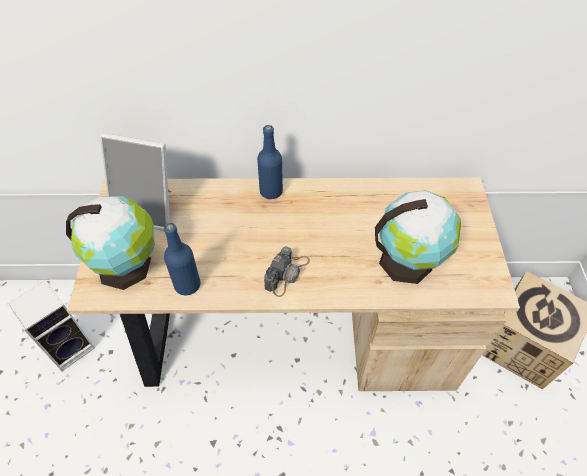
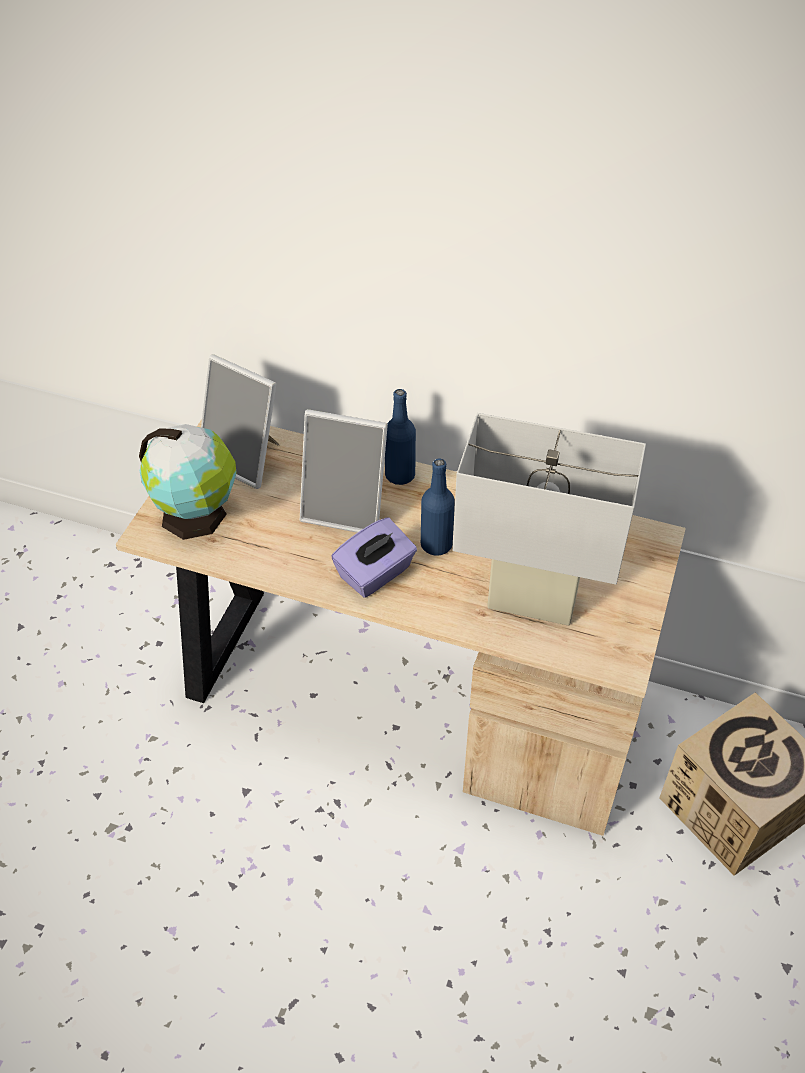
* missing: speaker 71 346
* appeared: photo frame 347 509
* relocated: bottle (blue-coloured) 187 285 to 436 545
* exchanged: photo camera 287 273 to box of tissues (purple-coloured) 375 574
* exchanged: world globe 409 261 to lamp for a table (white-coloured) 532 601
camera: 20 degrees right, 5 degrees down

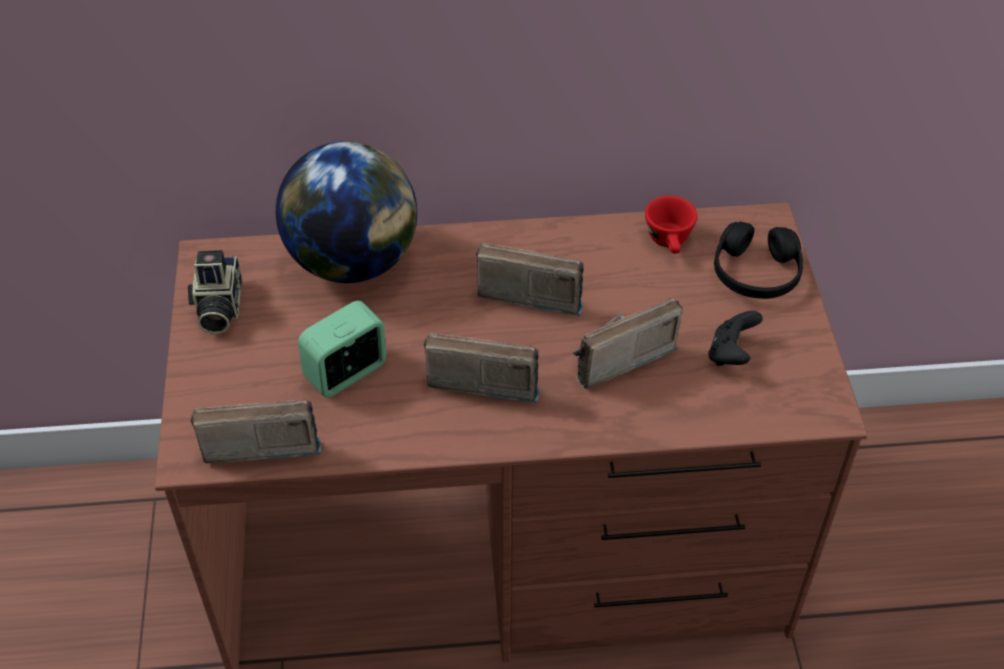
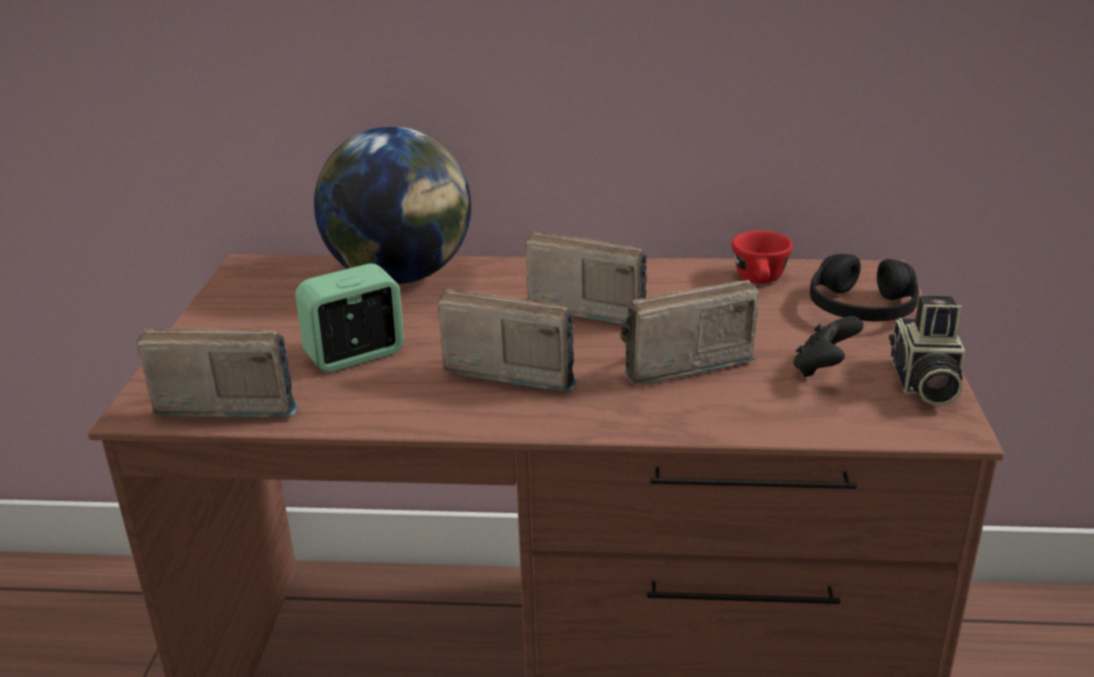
* relocated: photo camera 217 308 to 922 383
camera: 10 degrees right, 20 degrees down

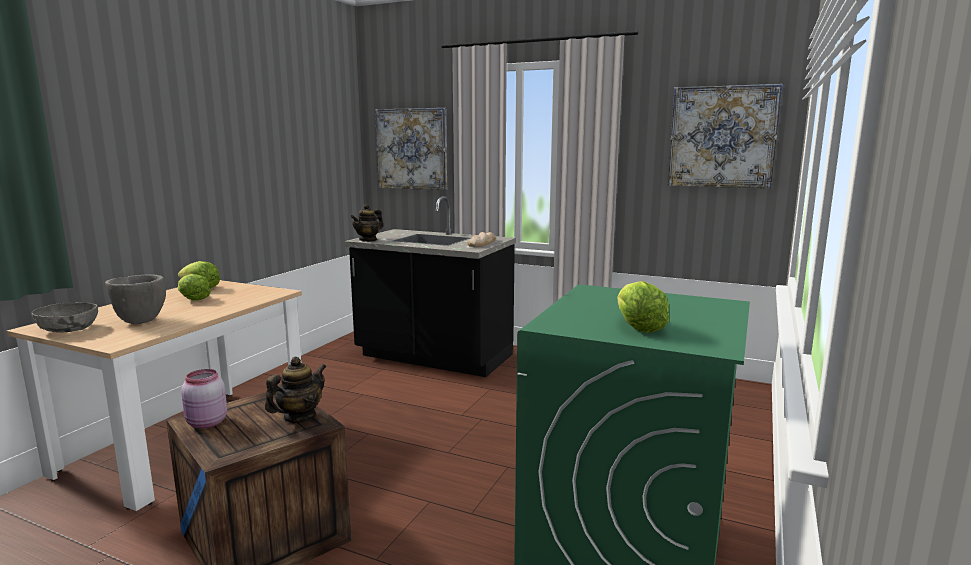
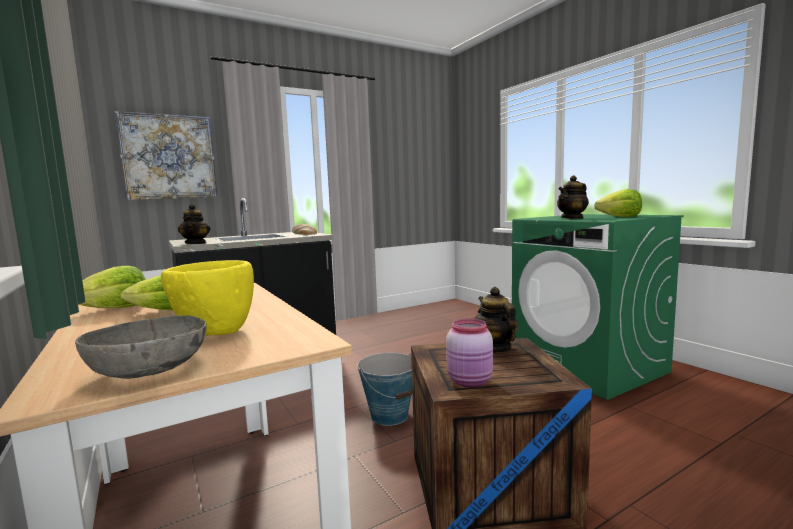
* missing: wall picture 722 137
* appeared: water bucket 389 415
* appeared: teapot 572 218
* colour: deep dish (grey) 140 320 to deep dish (yellow) 214 332
camera: 55 degrees left, 5 degrees down

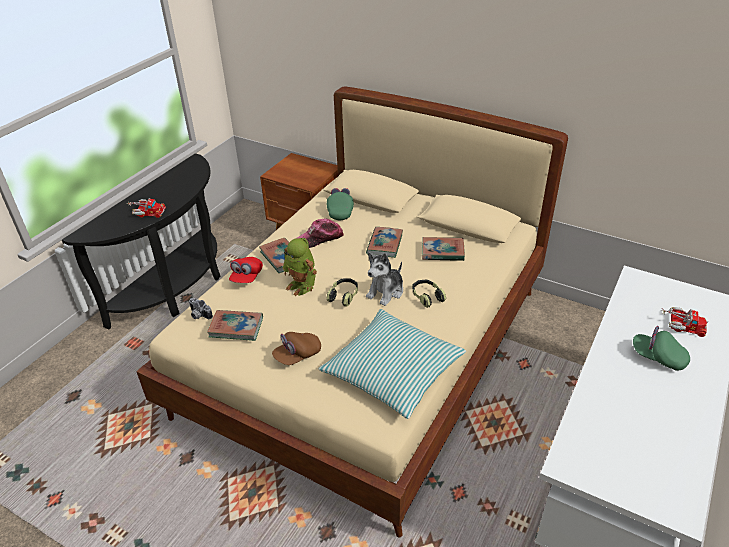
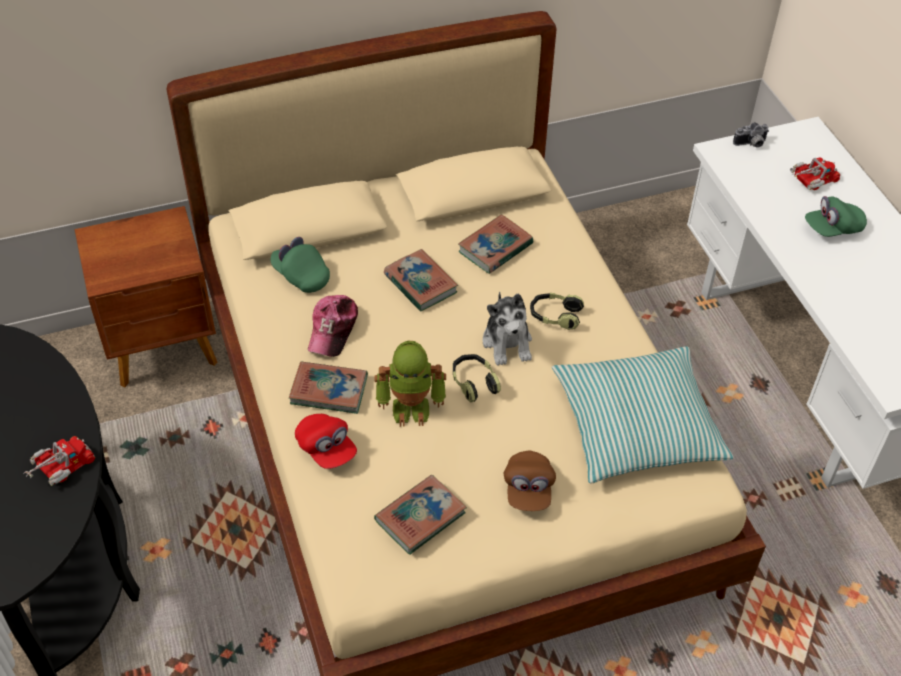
* relocated: photo camera 198 315 to 751 144
camera: 50 degrees left, 10 degrees up

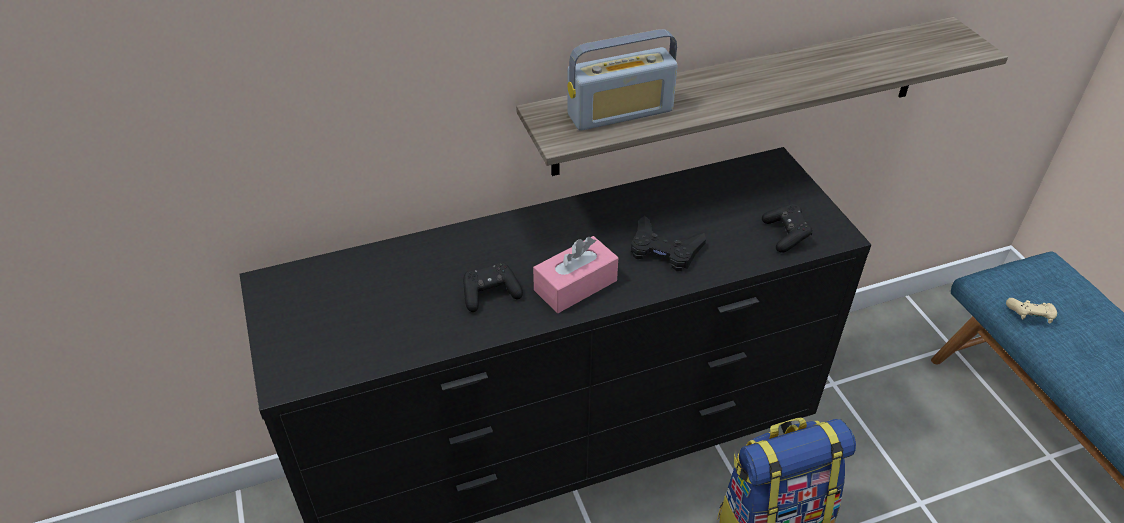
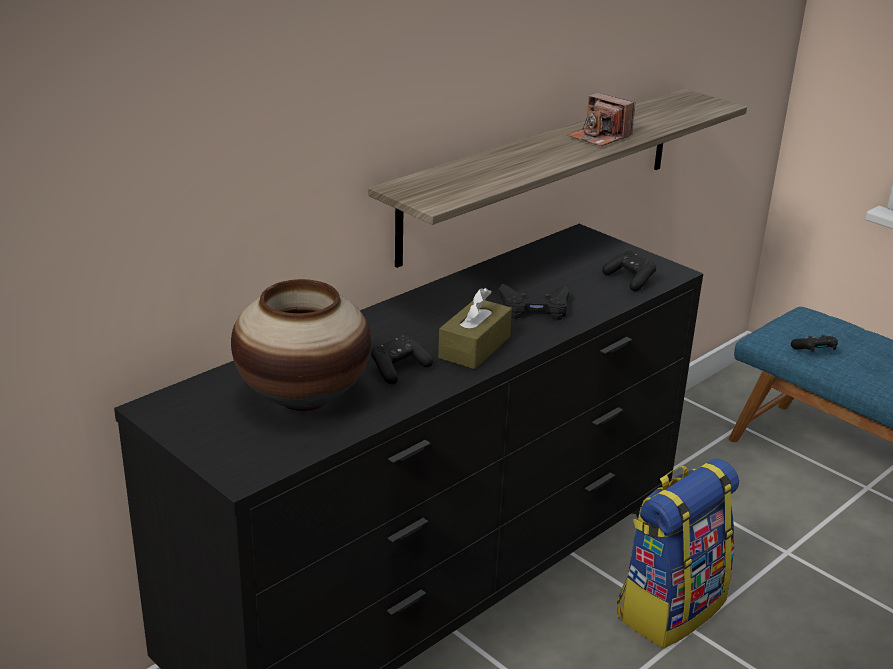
* missing: radio 620 113
* appeared: flower vase 302 398
* appeared: photo camera 599 137
* colour: box of tissues (pink) 575 285 to box of tissues (brown-coloured) 474 347
* colour: gamepad (beige) 1029 316 to gamepad (black) 814 351
camera: 25 degrees left, 15 degrees down

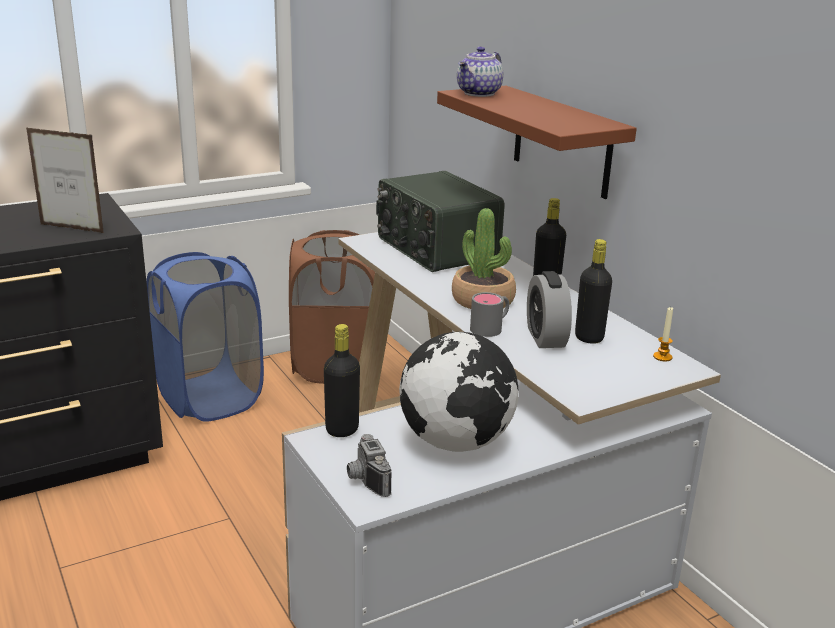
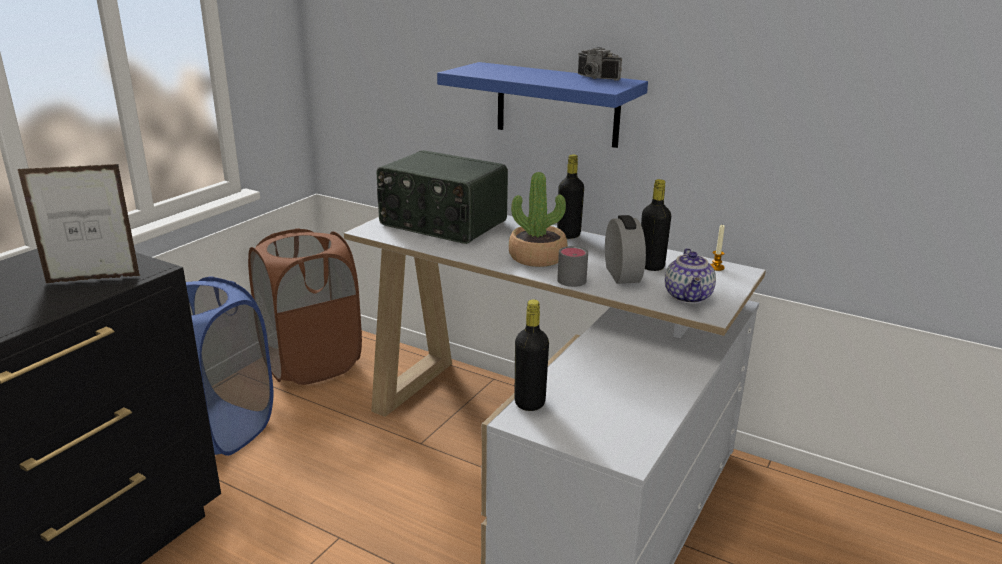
* missing: world globe 456 442
* relocated: photo camera 365 480 to 594 78
* relocated: teapot 479 94 to 689 297
* colour: wall shelf (brown-coloured) 562 141 to wall shelf (blue-coloured) 557 104
* spun: bedside clock 545 337 = 622 274 150 degrees counterclockwise
camera: 30 degrees left, 0 degrees up

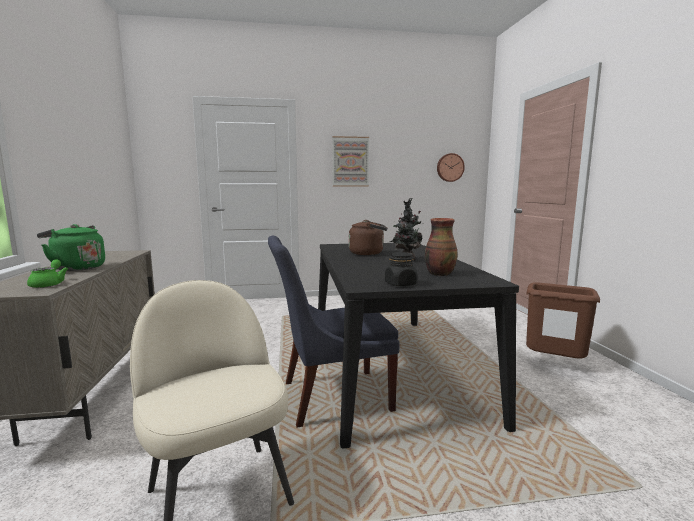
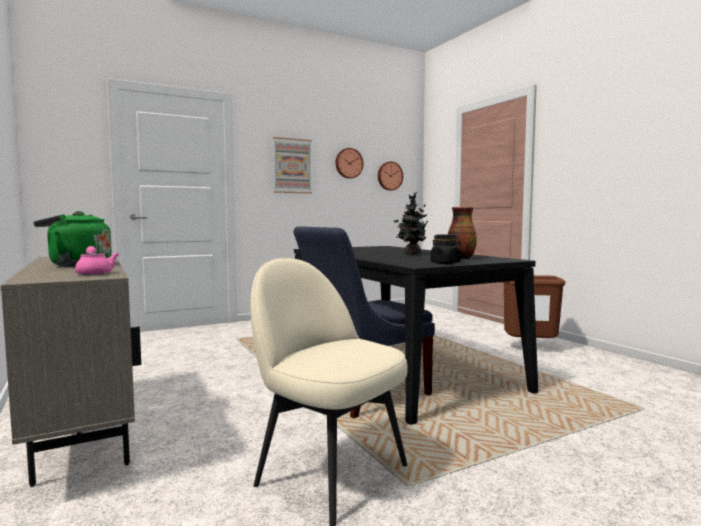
* missing: water kettle (brown-coloured) 368 253
* appeared: hanging clock 348 163
* colour: teapot (greenish) 49 284 to teapot (pink) 95 273
camera: 20 degrees left, 5 degrees down

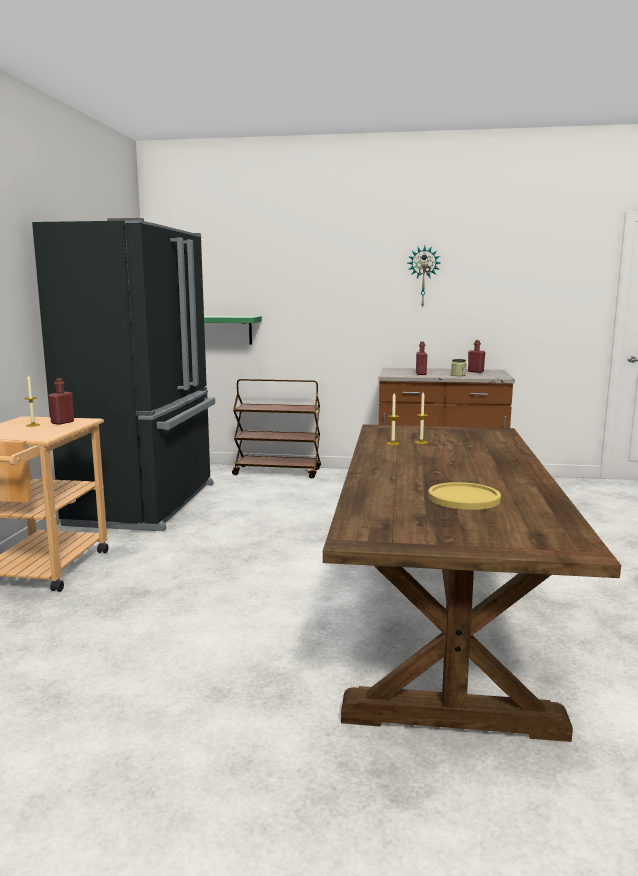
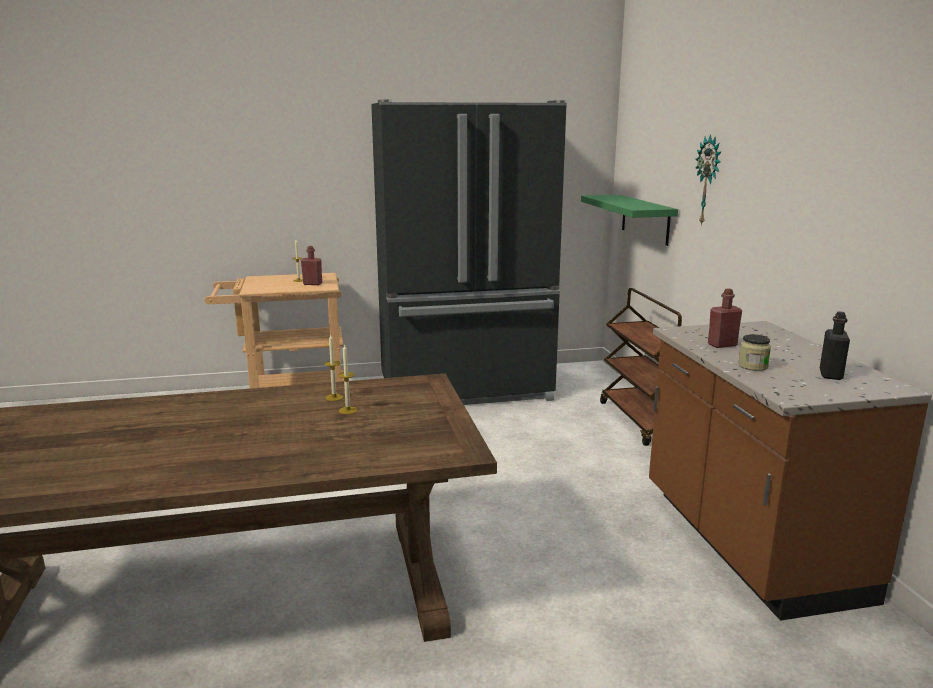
* missing: flat dish (yellow) 464 498
* relocated: hanging clock 423 277 to 709 180
* colour: bottle (red) 475 372 to bottle (black) 830 375
camera: 70 degrees right, 5 degrees up

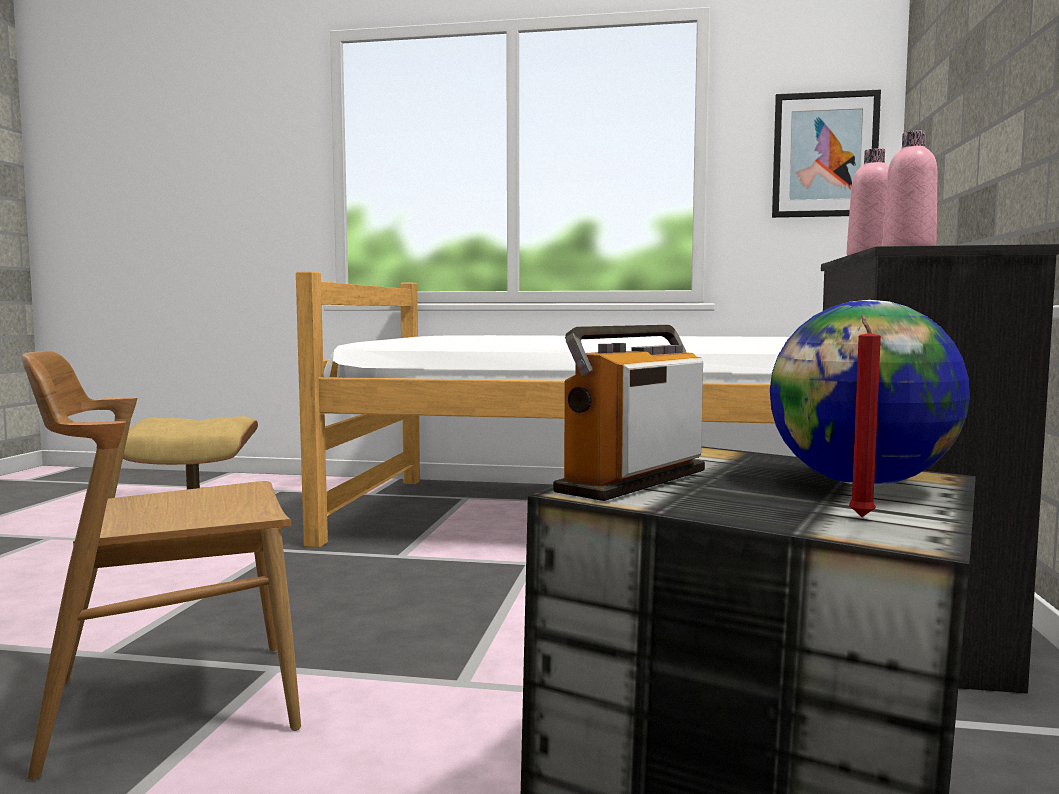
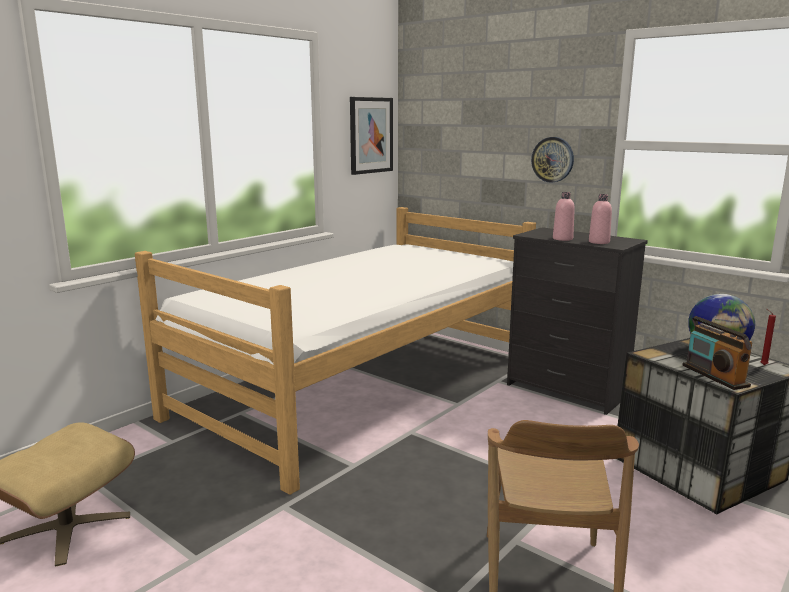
* appeared: hanging clock 552 159
camera: 60 degrees left, 10 degrees up

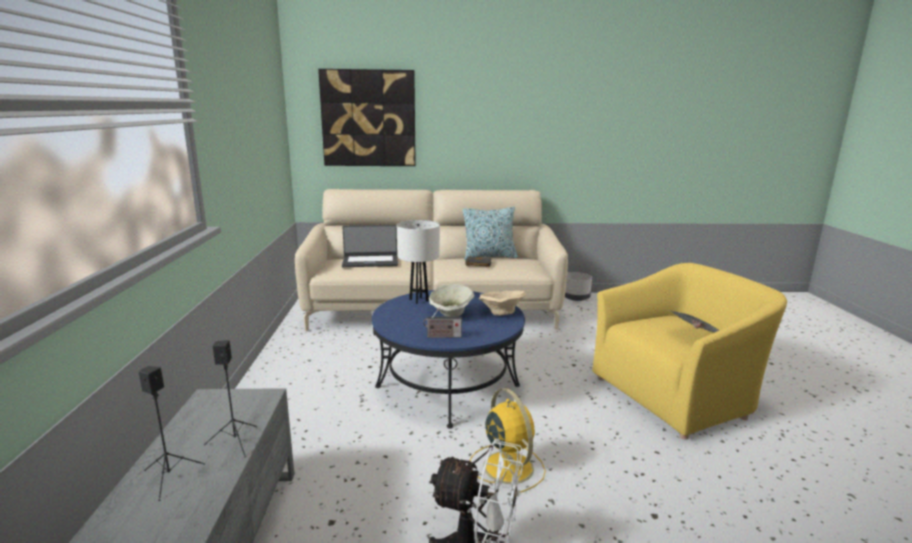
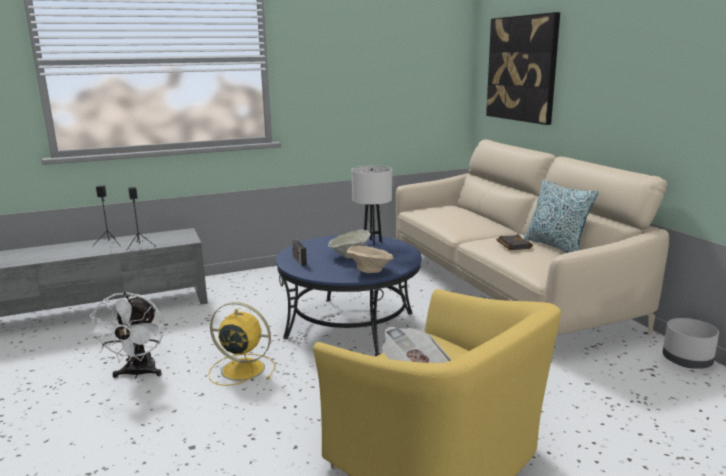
* missing: notebook computer 370 261
* spun: fan (yellow) 507 466 = 241 369 120 degrees counterclockwise
camera: 70 degrees right, 0 degrees up

